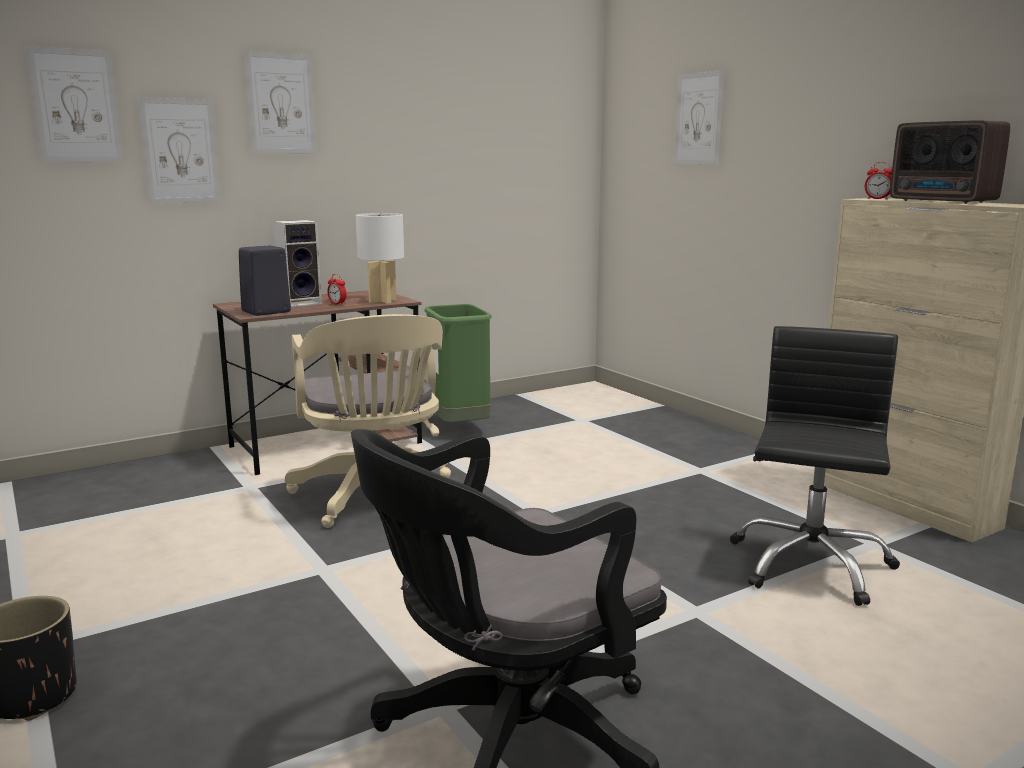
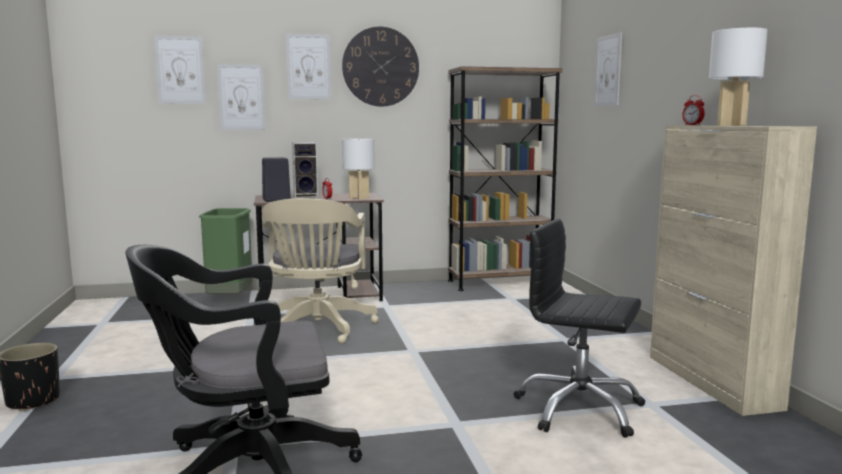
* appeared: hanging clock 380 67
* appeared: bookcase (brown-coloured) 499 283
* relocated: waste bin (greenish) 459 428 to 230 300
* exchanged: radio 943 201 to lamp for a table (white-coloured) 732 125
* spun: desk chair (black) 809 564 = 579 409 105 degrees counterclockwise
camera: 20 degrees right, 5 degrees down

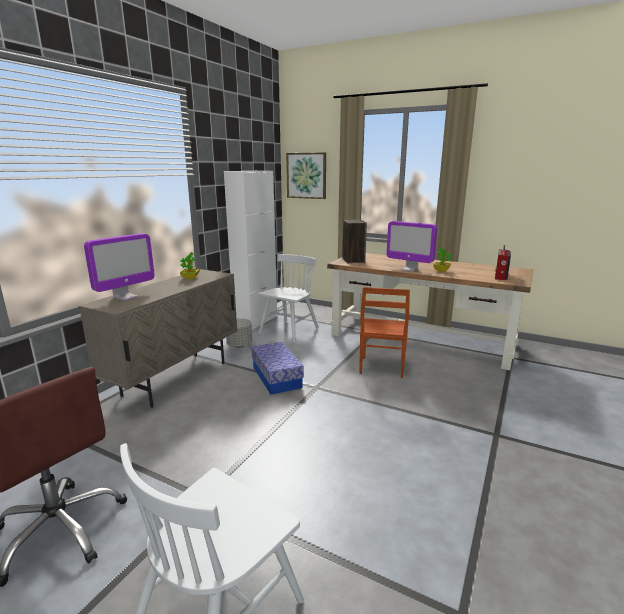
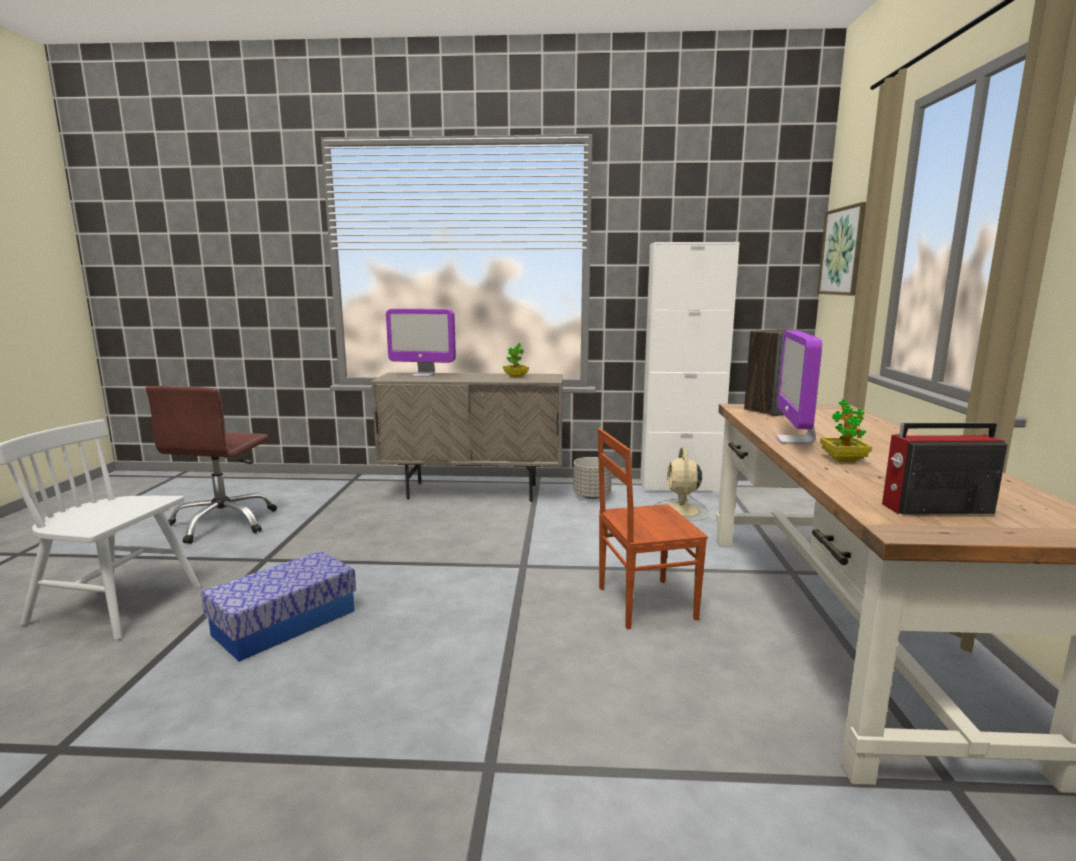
* relocated: storage box 277 377 to 285 623
* exchanged: upright chair (white-coloured) 289 331 to fan (beige) 681 511
camera: 65 degrees right, 5 degrees down

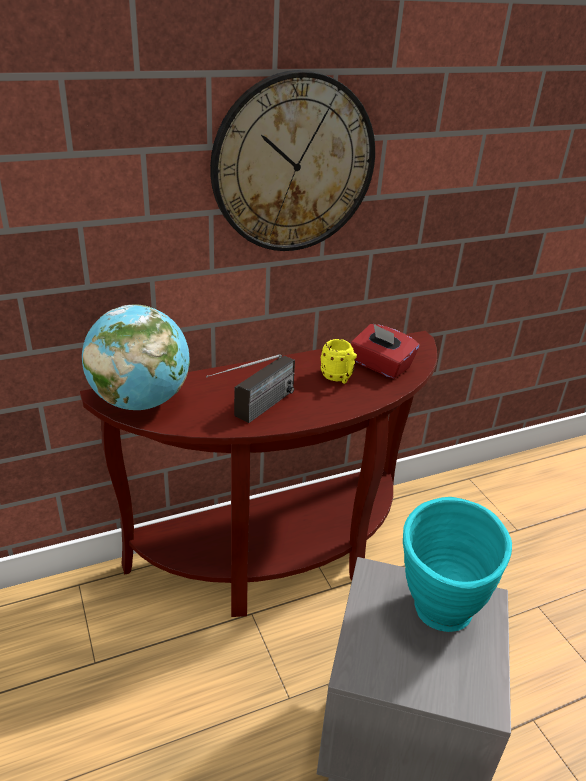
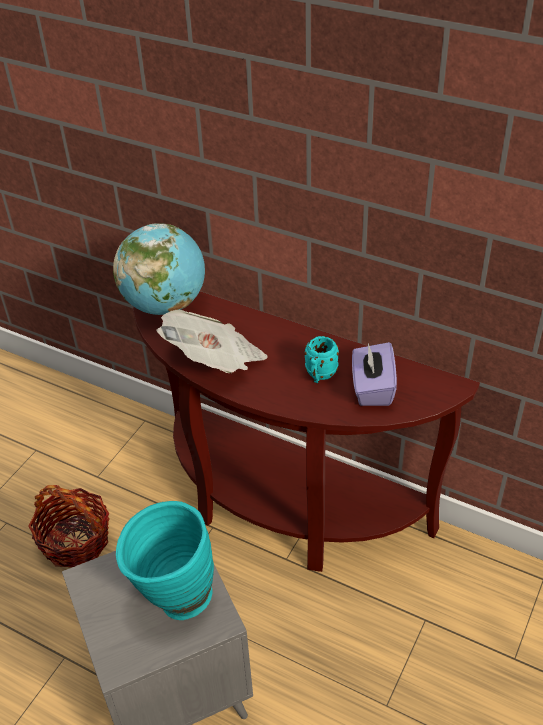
* missing: hanging clock 293 164
* appeared: storage basket 76 540
* exchanged: radio 253 413 to newspaper 215 361
* colour: coffee mug (yellow) 338 378 to coffee mug (blue-green) 319 375
* colour: box of tissues (red) 381 366 to box of tissues (purple-coloured) 372 388
camera: 55 degrees right, 10 degrees up

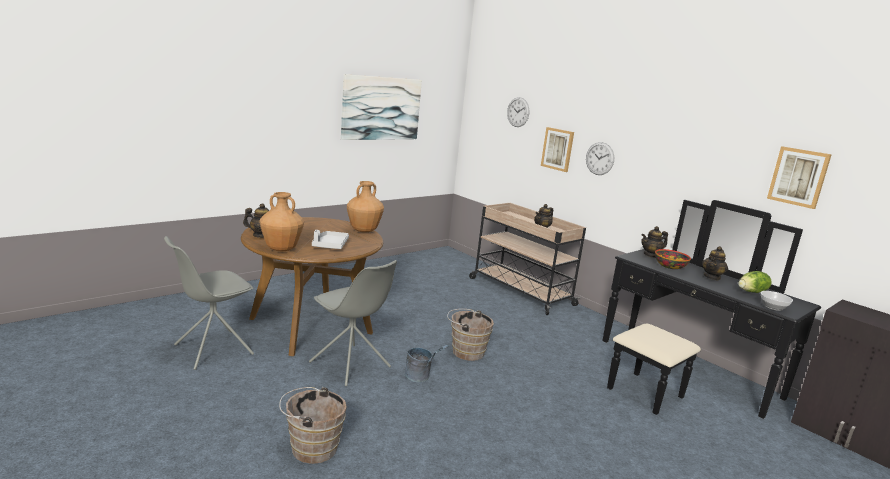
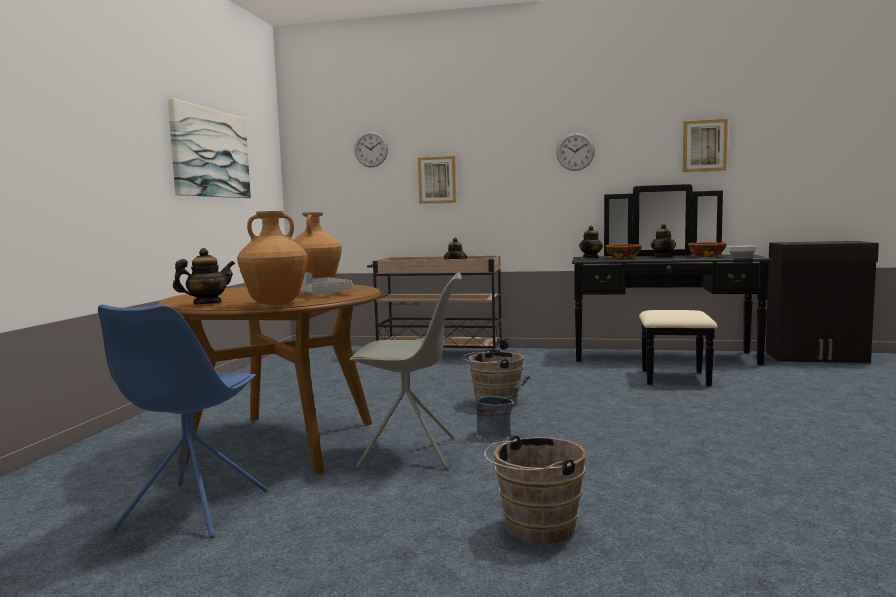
* relocated: hanging clock 599 158 to 575 151
* exchanged: head of lettuce 752 292 to deep dish 706 256
* colour: upright chair (grey) 212 350 to upright chair (blue-coloured) 192 511
camera: 35 degrees left, 10 degrees down

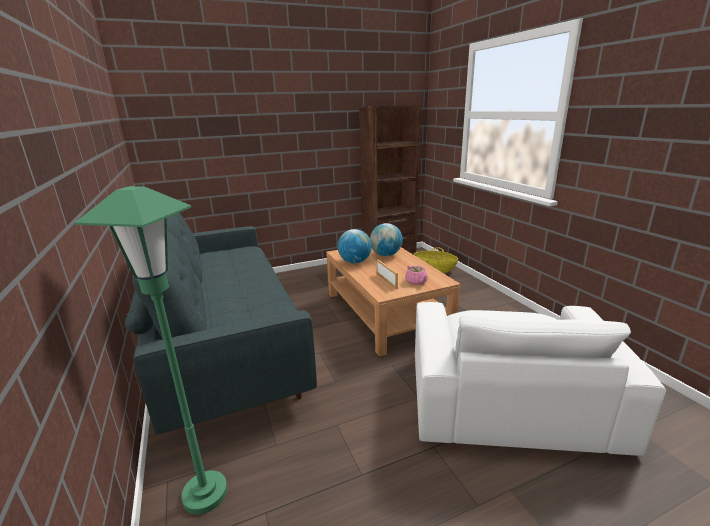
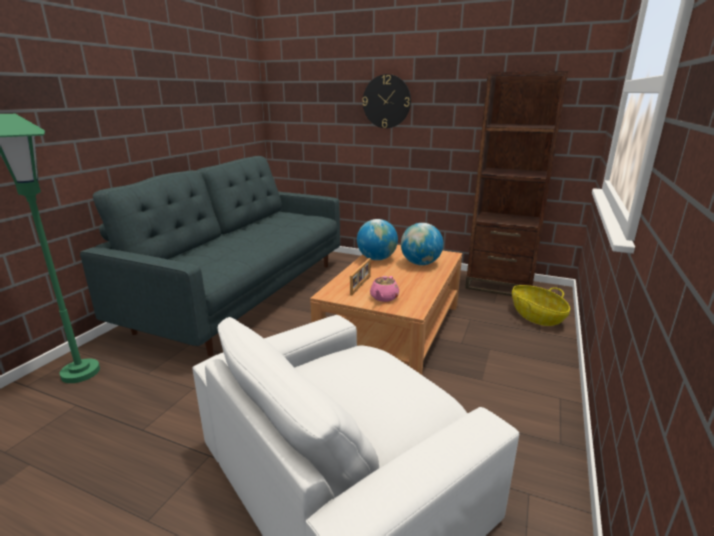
* appeared: hanging clock 386 101
camera: 45 degrees right, 0 degrees up

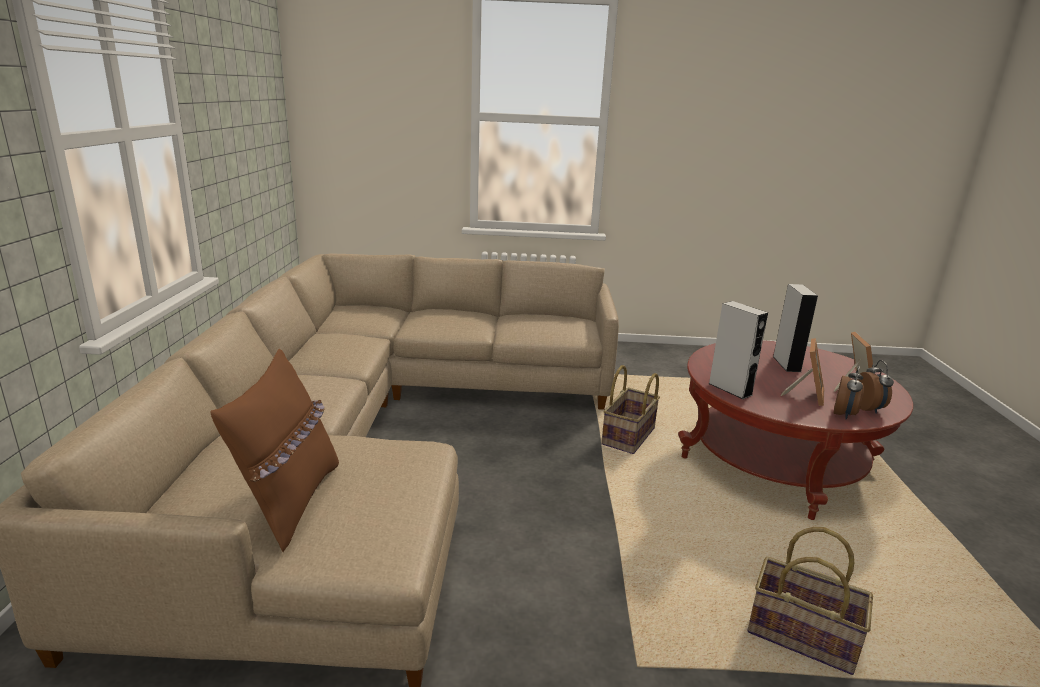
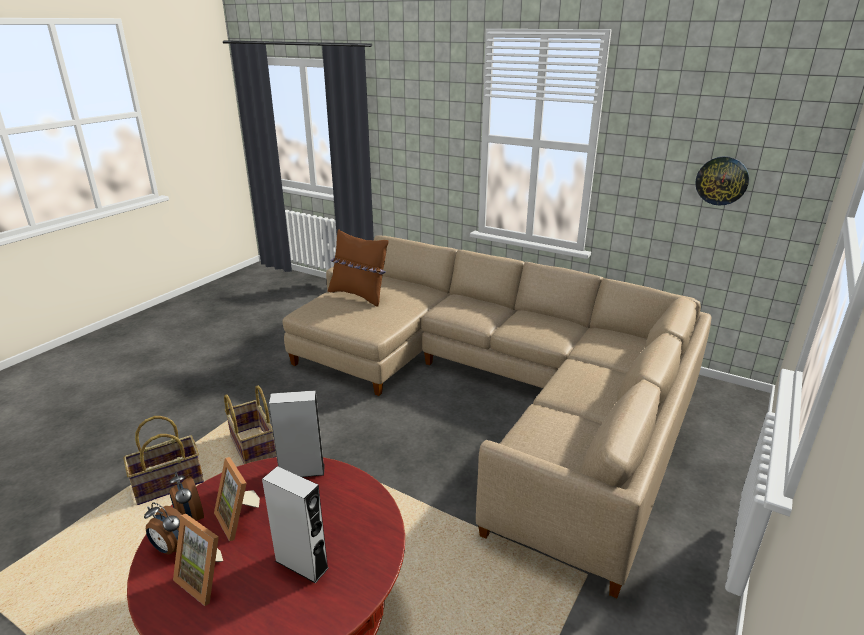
* appeared: hanging clock 722 180
* relocated: storage basket 629 437 to 252 447
camera: 120 degrees right, 5 degrees up

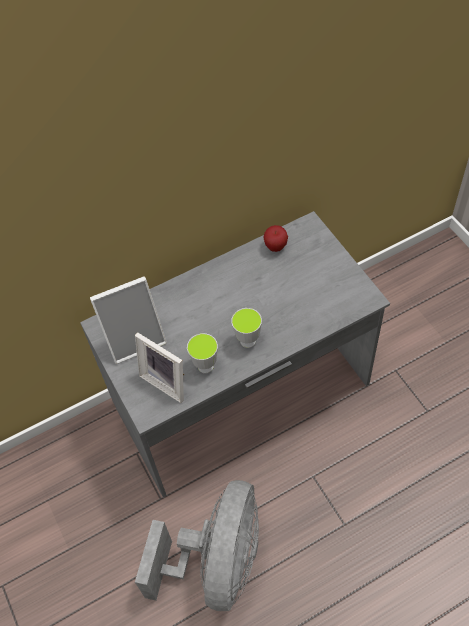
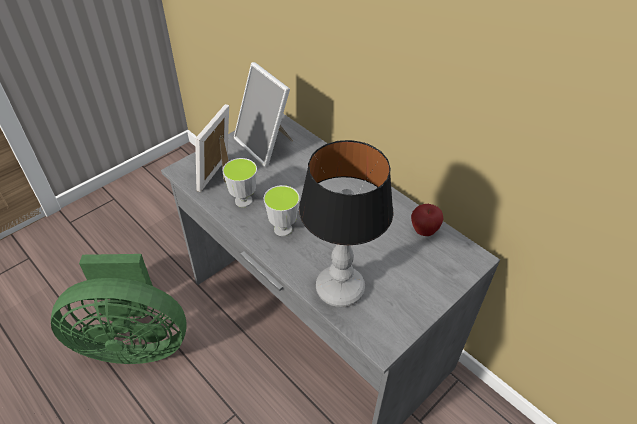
* appeared: lamp for a table 339 289
* colour: fan (grey) 217 562 to fan (greenish) 134 341
camera: 70 degrees right, 10 degrees down

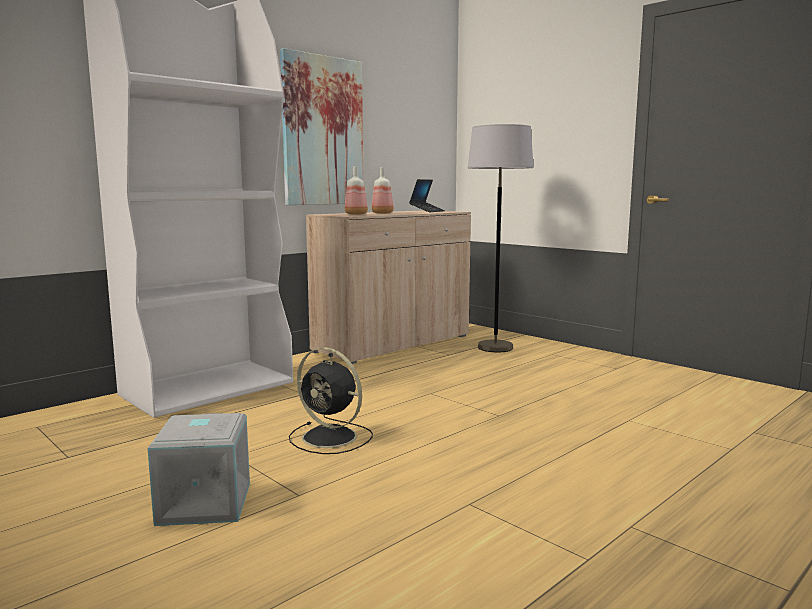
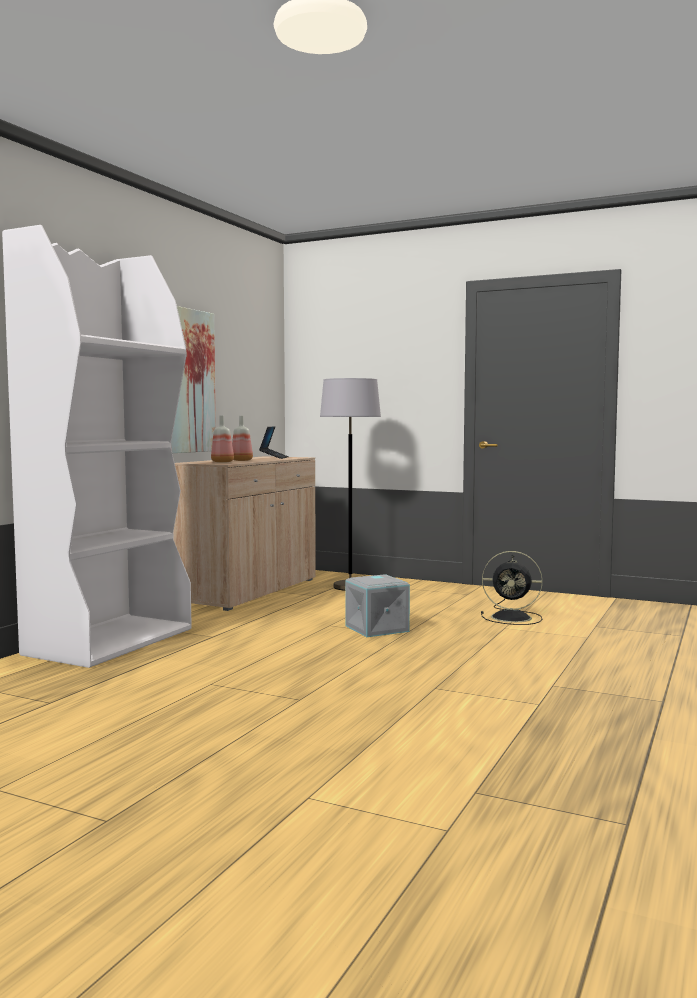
* relocated: storage box (grey) 203 503 to 375 628
* relocated: fan (black) 331 438 to 513 617
camera: 20 degrees left, 5 degrees down

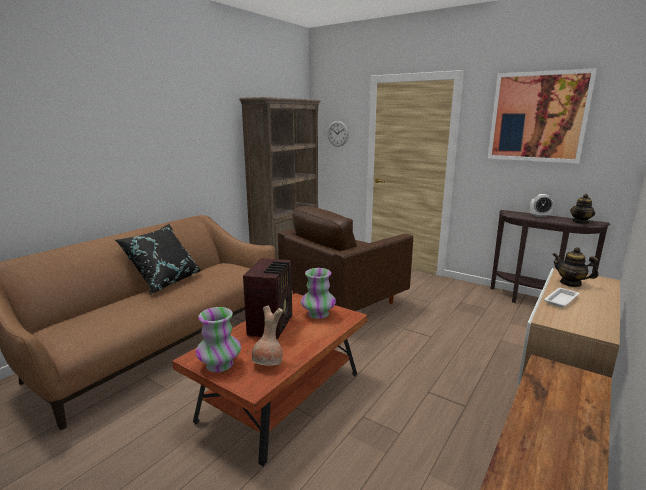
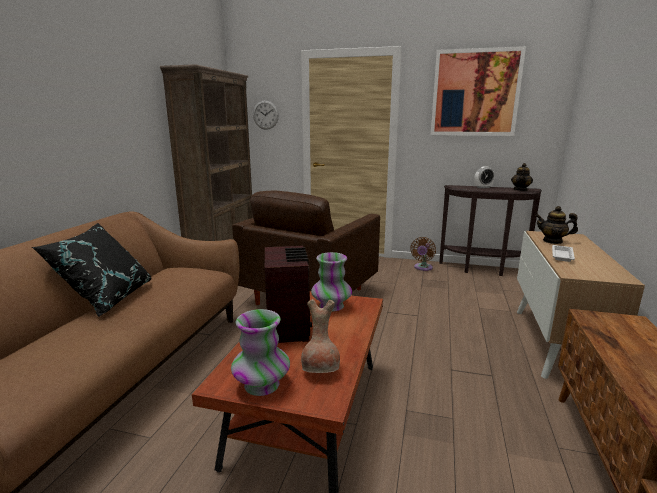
* appeared: fan (brown-coloured) 422 268
camera: 20 degrees left, 0 degrees up

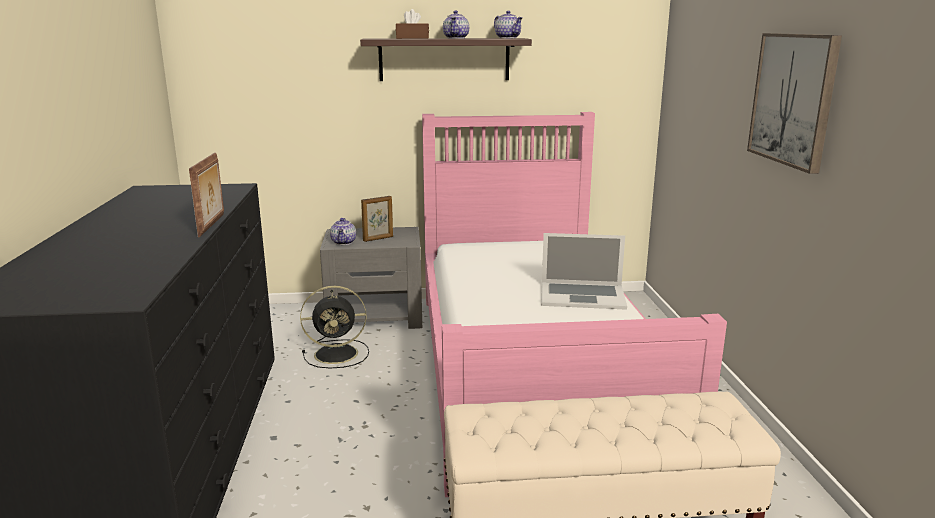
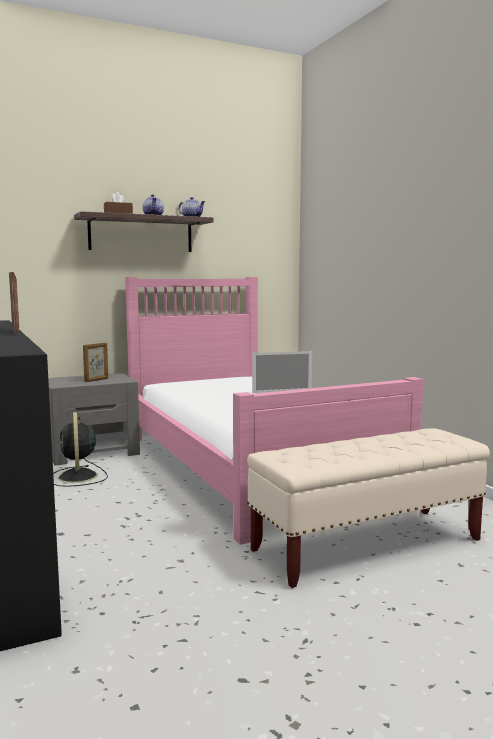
* missing: teapot 344 242
* missing: wall picture 793 99
* spun: fan (black) 338 354 = 78 477 105 degrees clockwise
camera: 20 degrees left, 10 degrees down

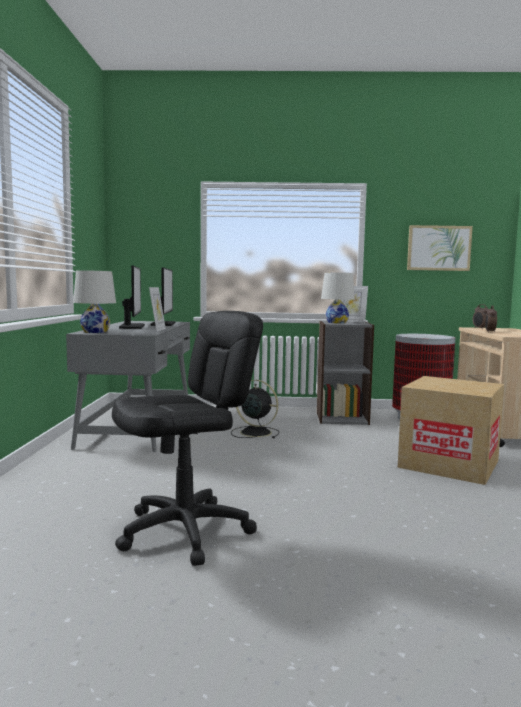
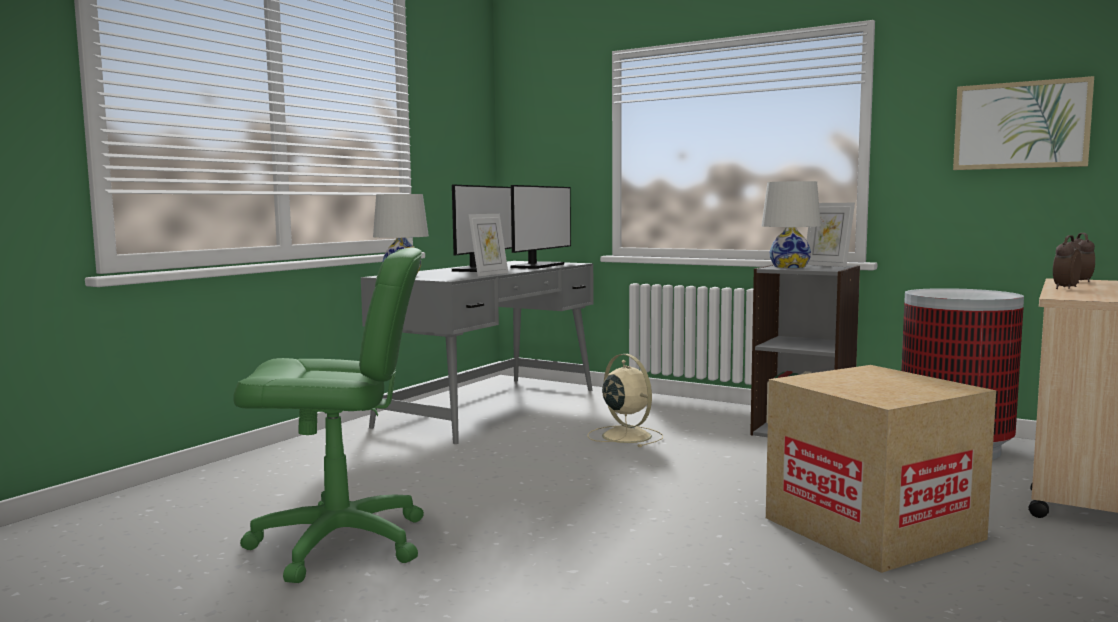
* colour: desk chair (black) 185 531 to desk chair (greenish) 340 543
* colour: fan (black) 254 432 to fan (beige) 625 435
camera: 30 degrees right, 0 degrees up

